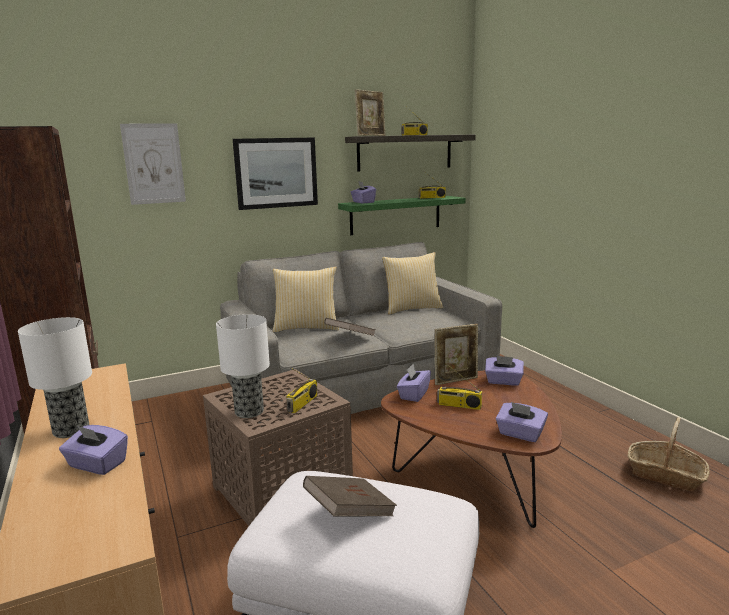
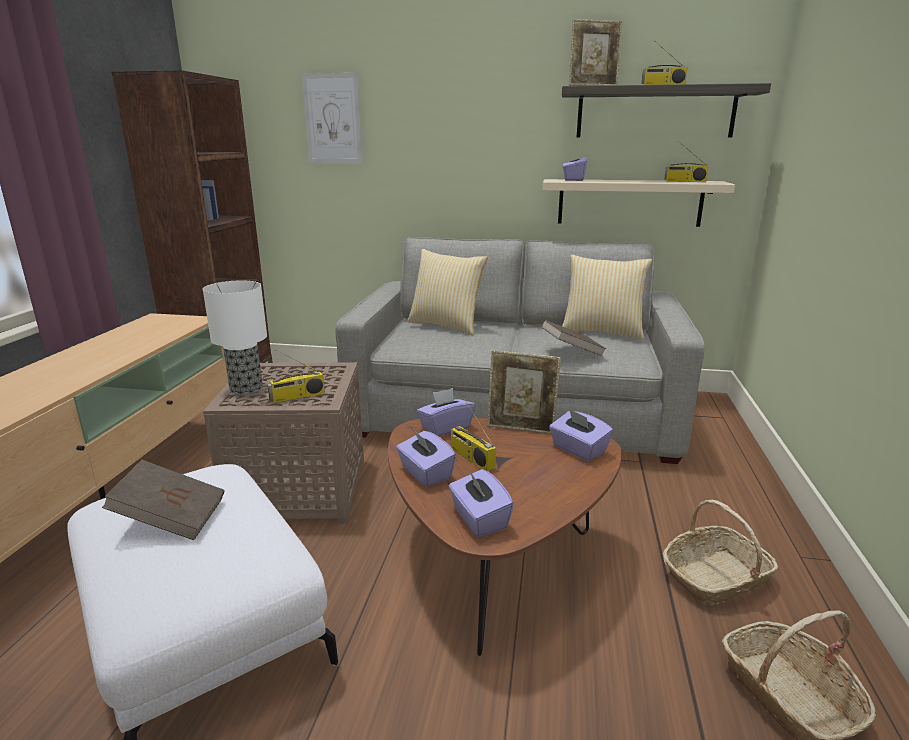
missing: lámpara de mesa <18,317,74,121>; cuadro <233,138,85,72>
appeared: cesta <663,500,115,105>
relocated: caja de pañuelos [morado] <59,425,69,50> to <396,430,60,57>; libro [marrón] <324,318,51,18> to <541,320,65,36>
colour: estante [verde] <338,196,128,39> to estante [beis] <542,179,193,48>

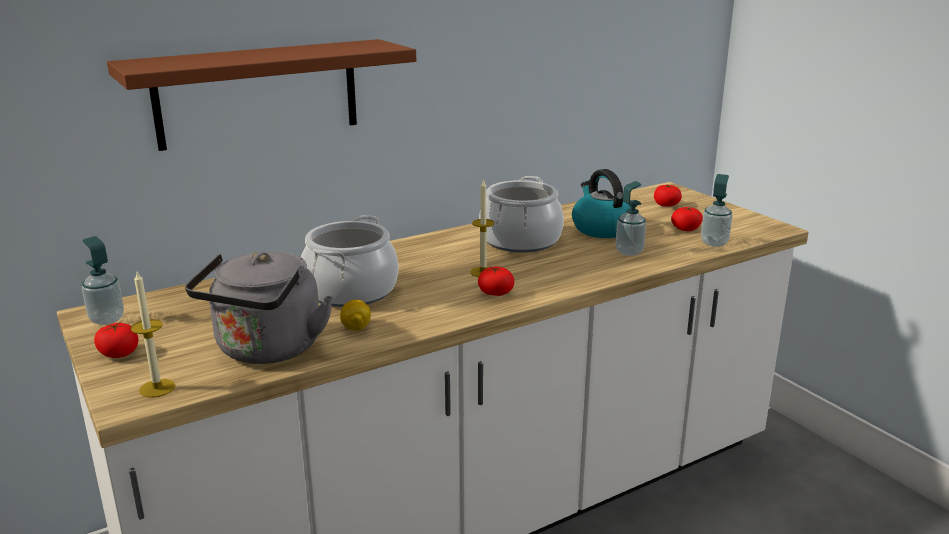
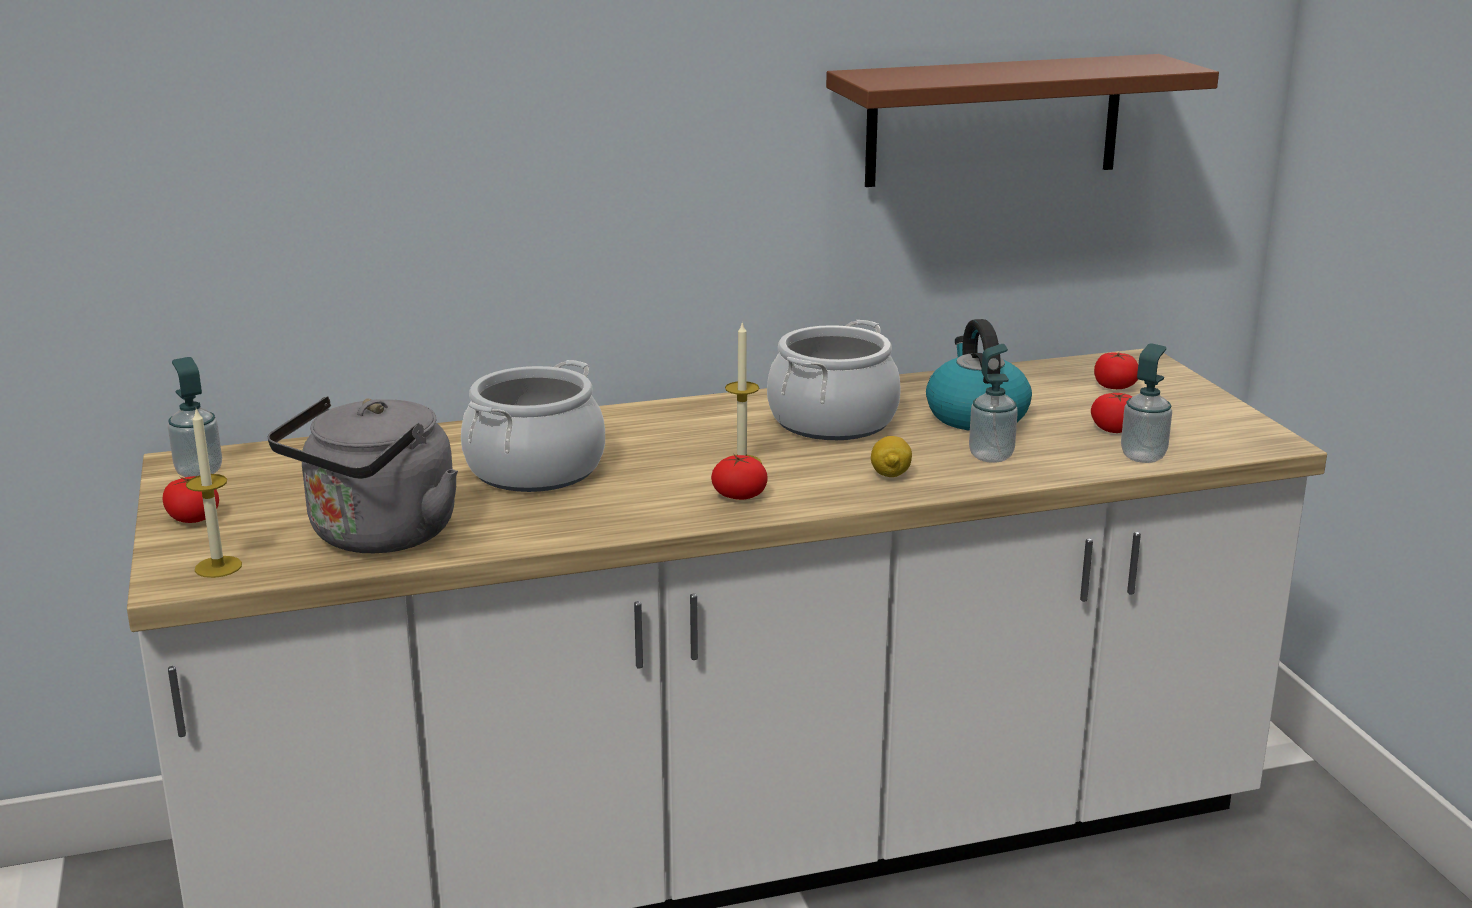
relocated: estante [marrón] <107,39,309,112> to <826,54,393,133>; limón <340,300,31,31> to <871,436,41,41>

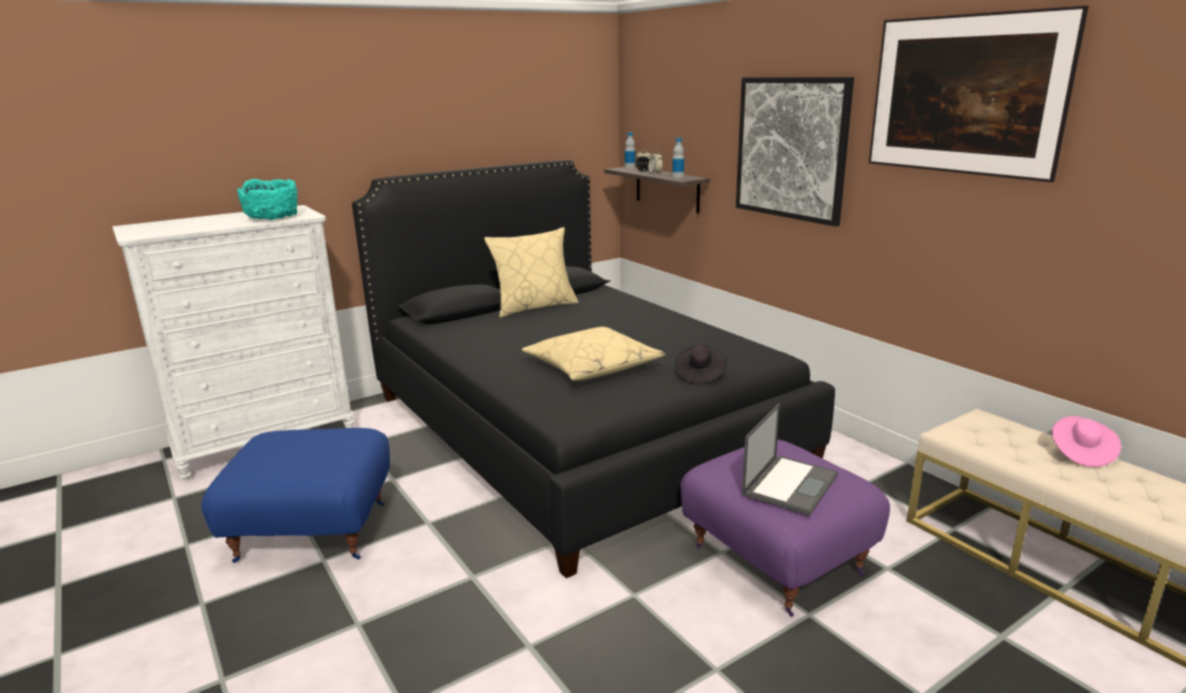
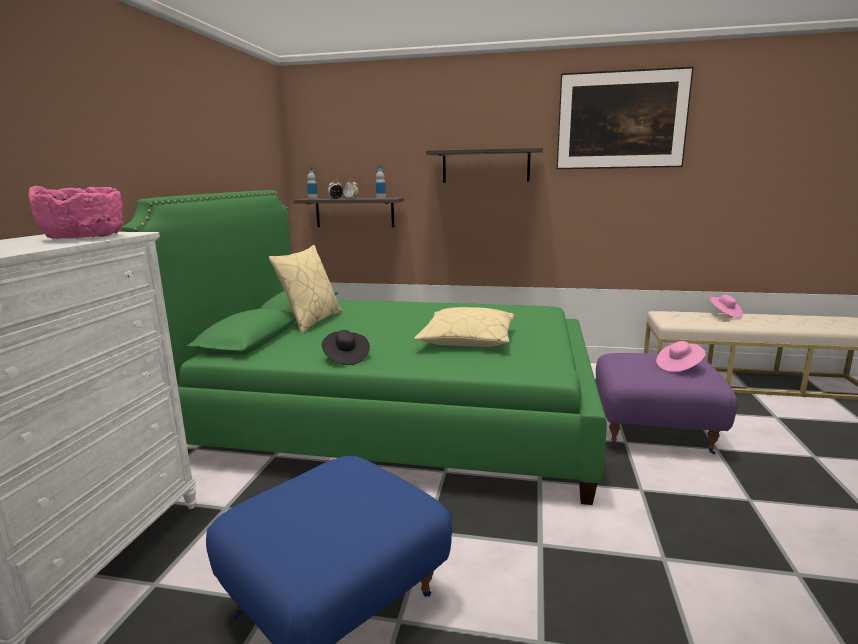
relocated: sombrero [negro] <675,345,52,39> to <322,330,48,35>
exchanged: cuadro <736,77,118,150> to estante <426,147,117,36>; portátil <742,404,96,112> to sombrero [rosa] <656,341,50,31>
colour: cuenco [turquesa] <237,179,61,41> to cuenco [rosa] <28,186,95,53>; cama [negro] <352,160,483,418> to cama [verde] <121,190,486,315>

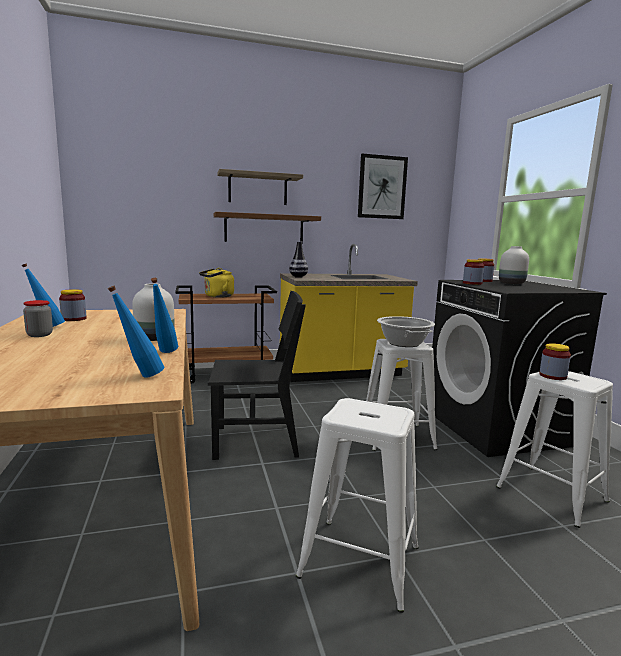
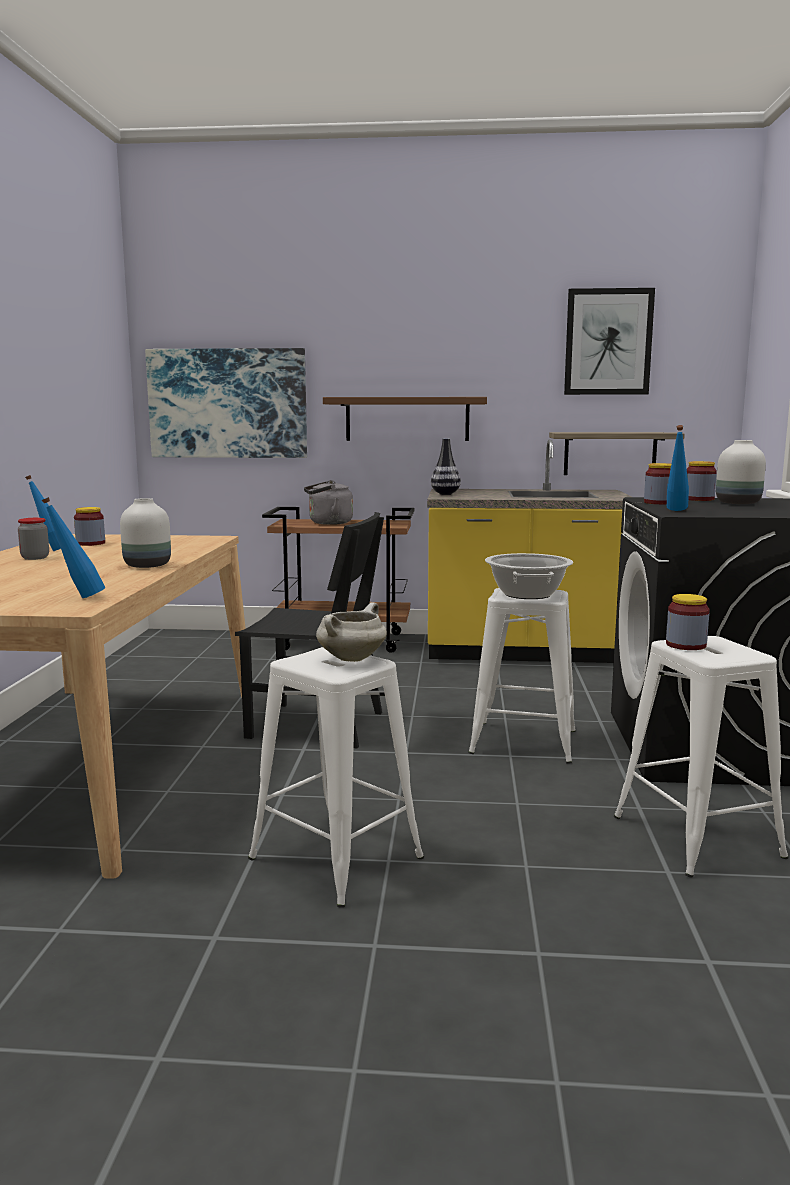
appeared: cuadro <145,348,162,110>; olla [blanco] <316,603,71,59>
relocated: botella [azul] <151,278,27,75> to <667,425,22,86>; estante <218,169,85,36> to <549,432,136,43>
colour: hervidor [amarillo] <199,268,35,30> to hervidor [gris] <304,480,49,45>

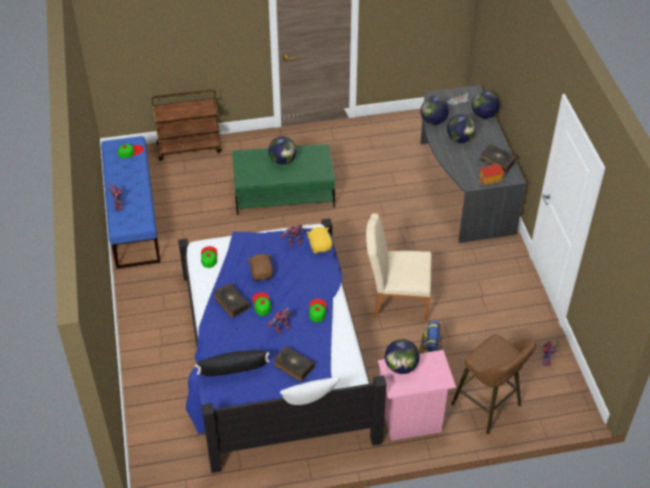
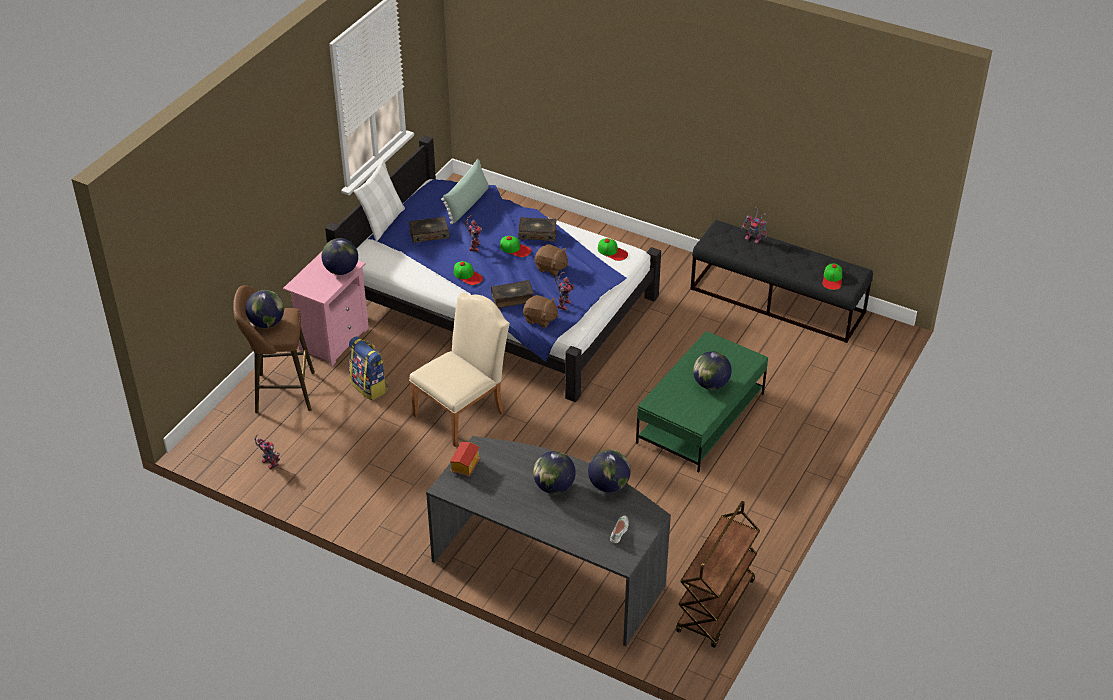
relocated: carrito [marrón] <152,89,70,72> to <676,501,84,147>; globo terráqueo <472,91,28,28> to <245,290,39,38>; libro <480,144,36,29> to <491,280,43,28>
colour: banco [azul] <101,136,59,133> to banco [negro] <690,220,183,123>; cojín [negro] <195,350,74,26> to cojín [verde] <441,159,48,65>; peluche [amarillo] <307,227,26,27> to peluche [marrón] <523,295,36,33>

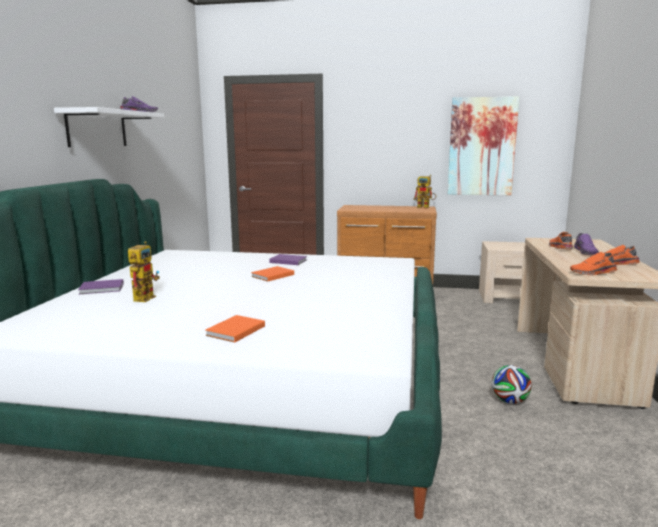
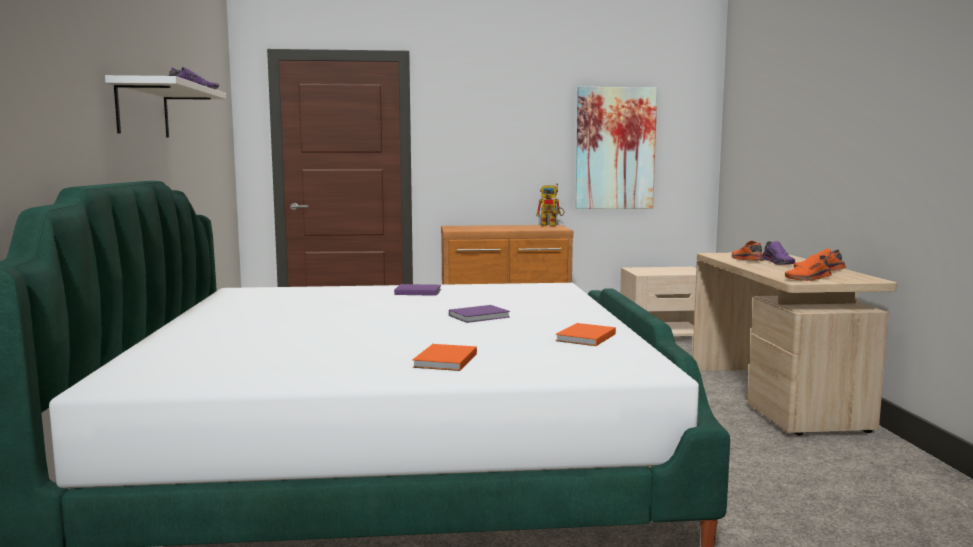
missing: robot de juguete <128,241,32,61>; balón de fútbol <492,365,40,39>
relocated: libro [morado] <78,279,46,15> to <449,305,61,18>; libro [naranja] <251,266,43,15> to <555,323,61,23>

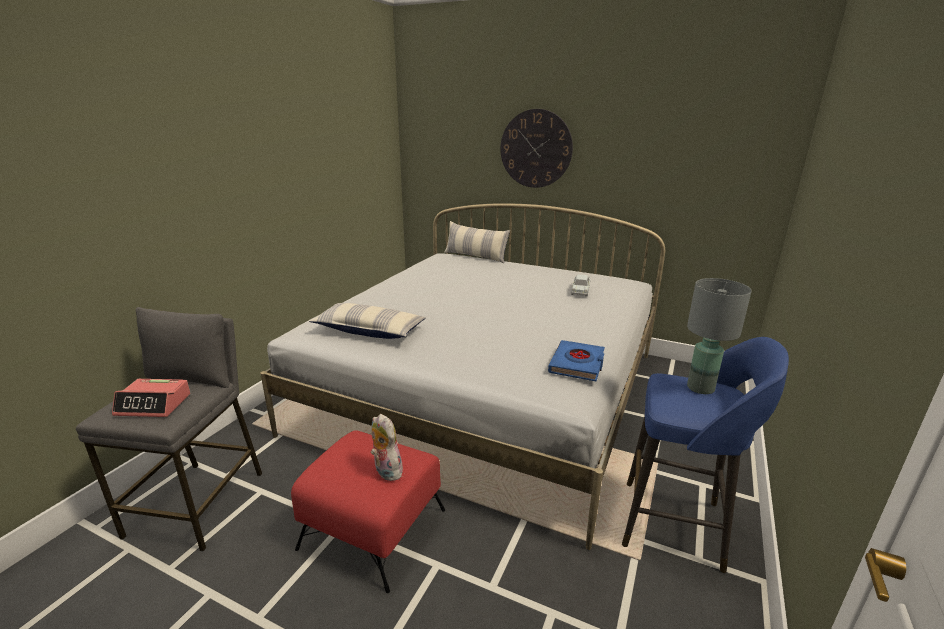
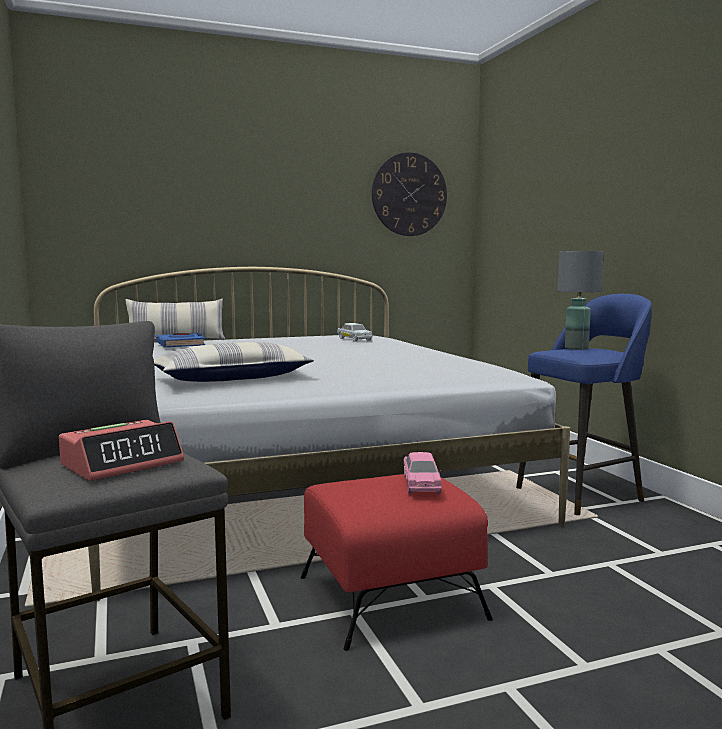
relocated: reloj de pared <500,109,73,79> to <372,152,75,84>; libro [azul] <548,340,57,41> to <156,333,50,14>
exchanged: peluche <371,414,32,67> to coche de juguete [rosa] <404,452,37,42>

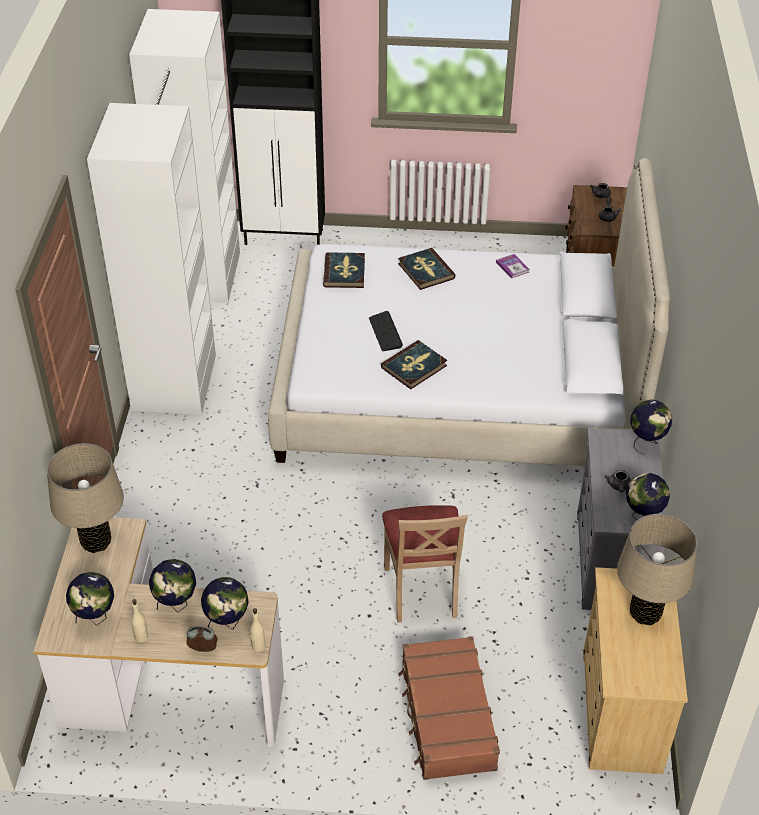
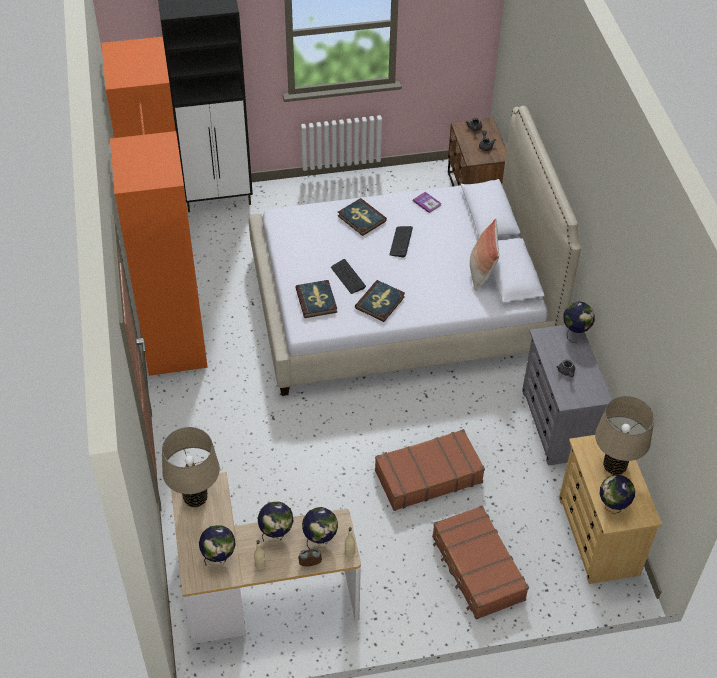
appeared: teclado <389,226,24,32>; cojín <470,218,29,73>
relocated: libro <323,252,42,36> to <295,280,42,38>; globo terráqueo <626,473,44,47> to <600,475,35,39>
exchanged: silla [beis] <382,505,86,118> to maleta [marrón] <375,429,110,82>
colour: armario ropero [blanco] <87,9,153,406> to armario ropero [naranja] <102,37,106,339>

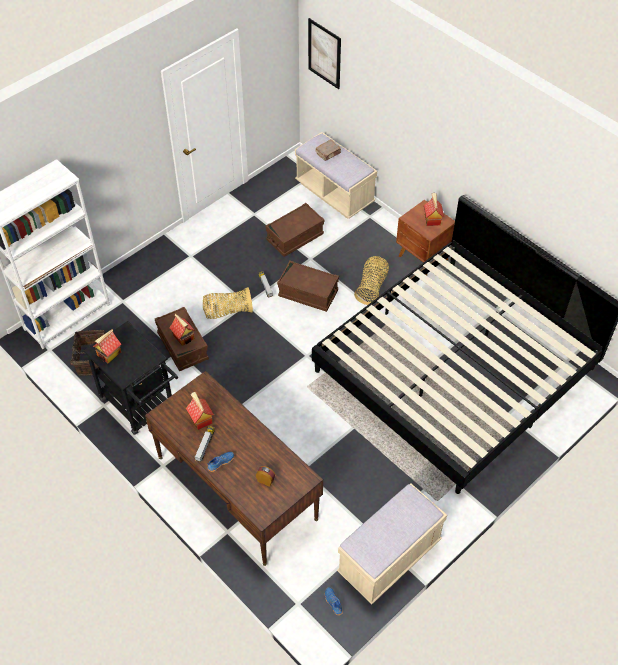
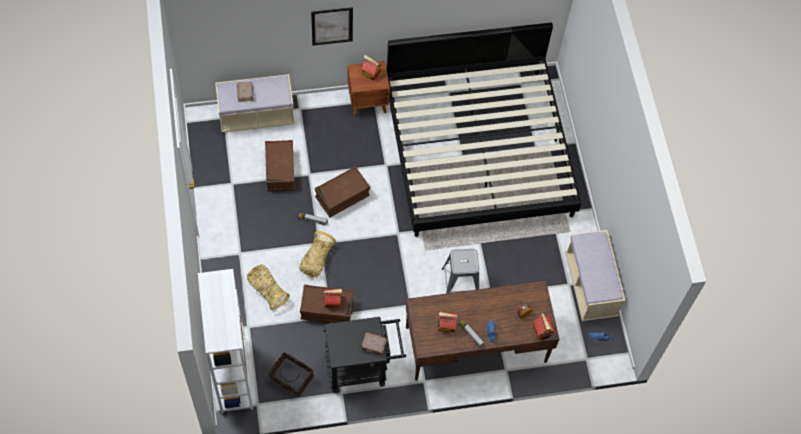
appeared: libro [marrón] <361,333,26,22>; taburete [gris] <442,249,37,45>
relocated: casita <93,329,29,35> to <533,313,22,27>; cuadro <308,18,33,71> to <311,7,42,39>; cesta <354,256,35,49> to <247,264,43,46>

